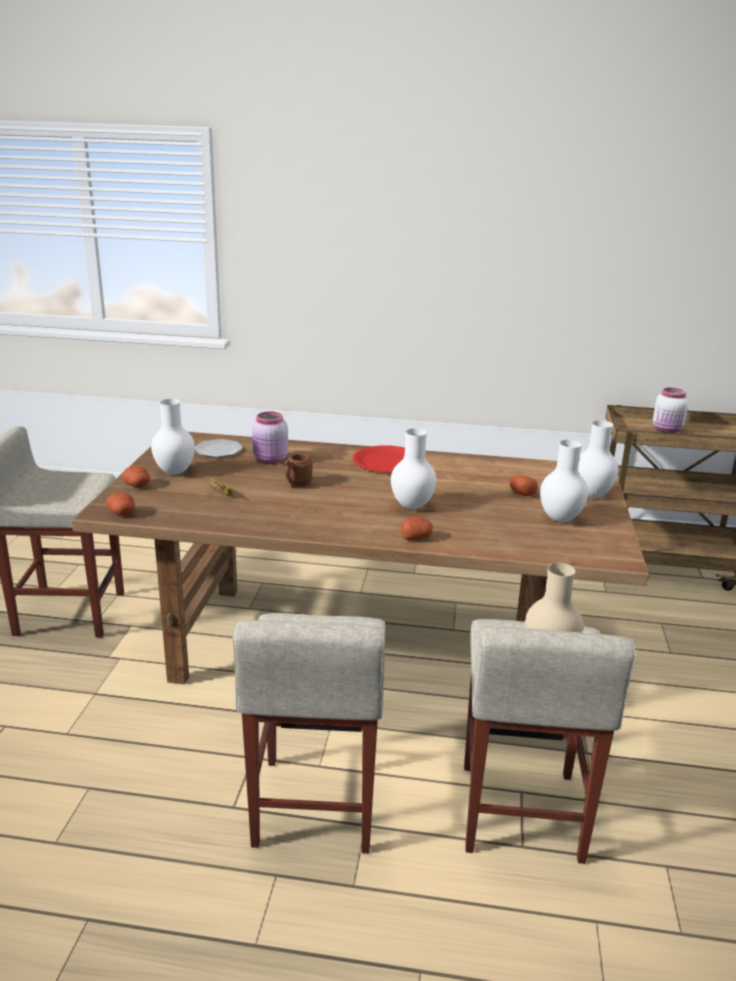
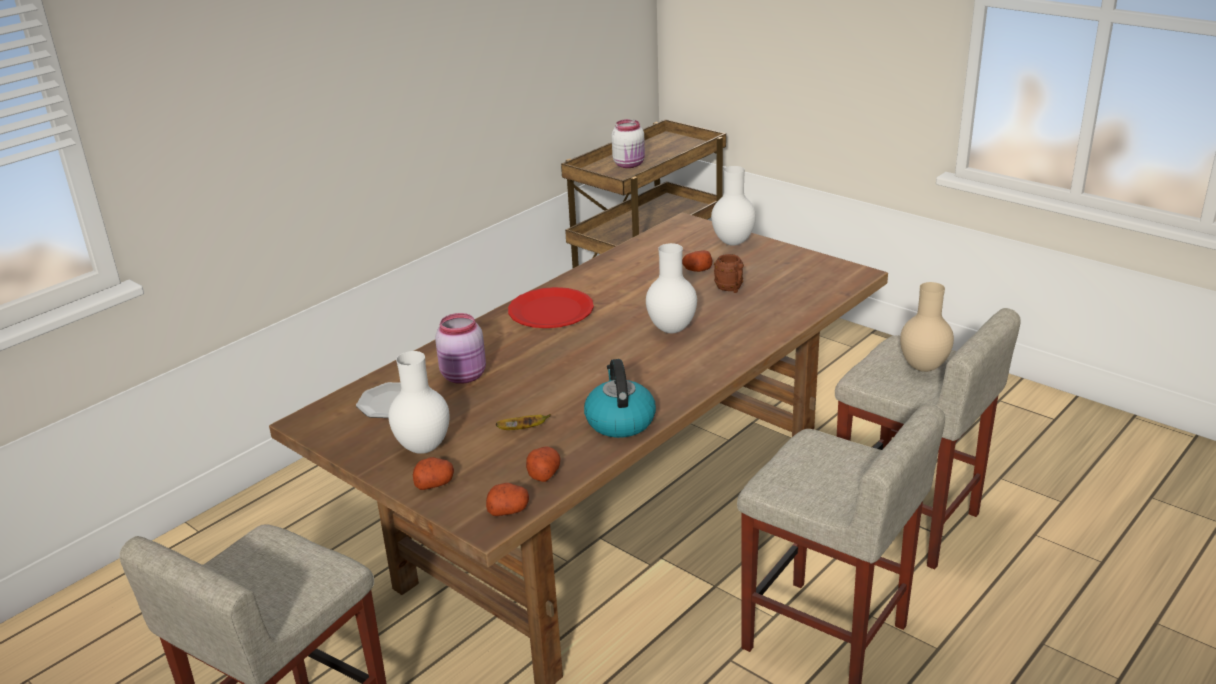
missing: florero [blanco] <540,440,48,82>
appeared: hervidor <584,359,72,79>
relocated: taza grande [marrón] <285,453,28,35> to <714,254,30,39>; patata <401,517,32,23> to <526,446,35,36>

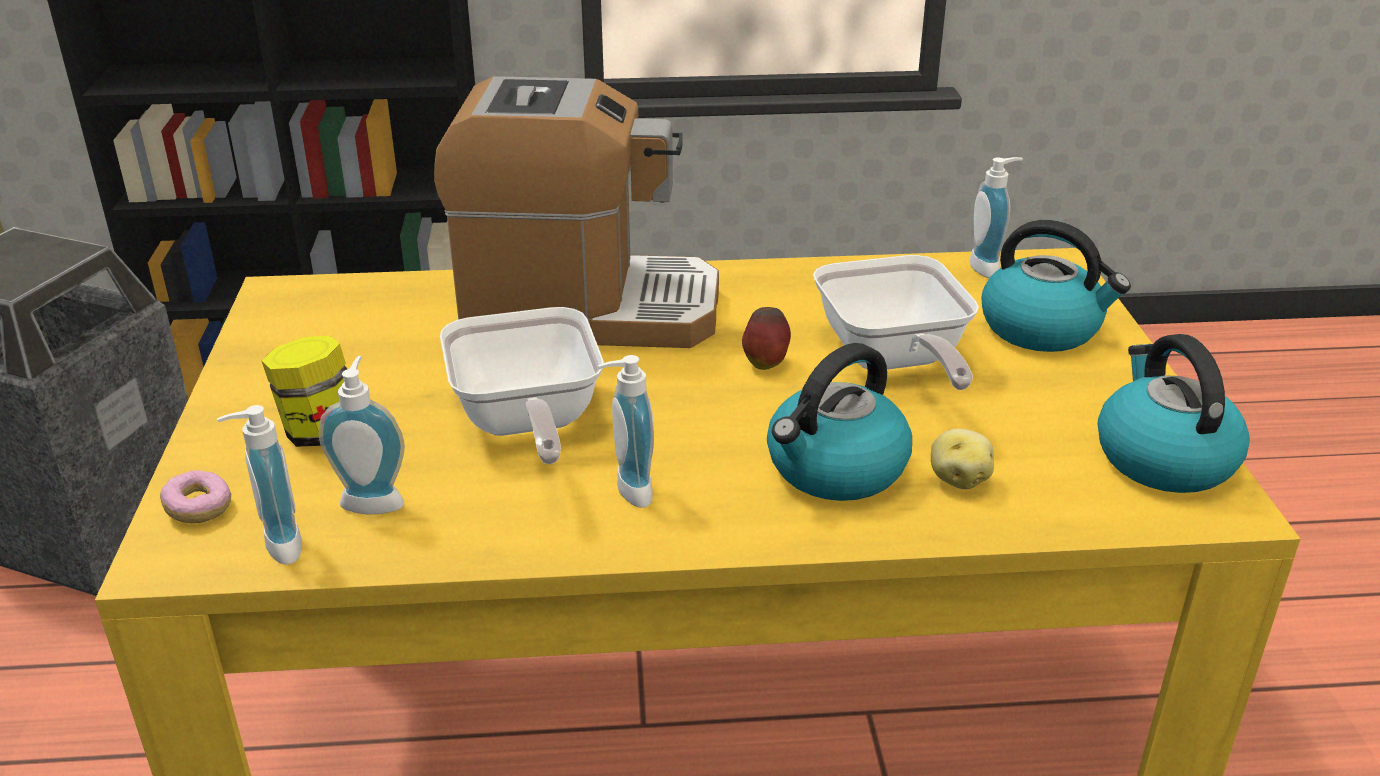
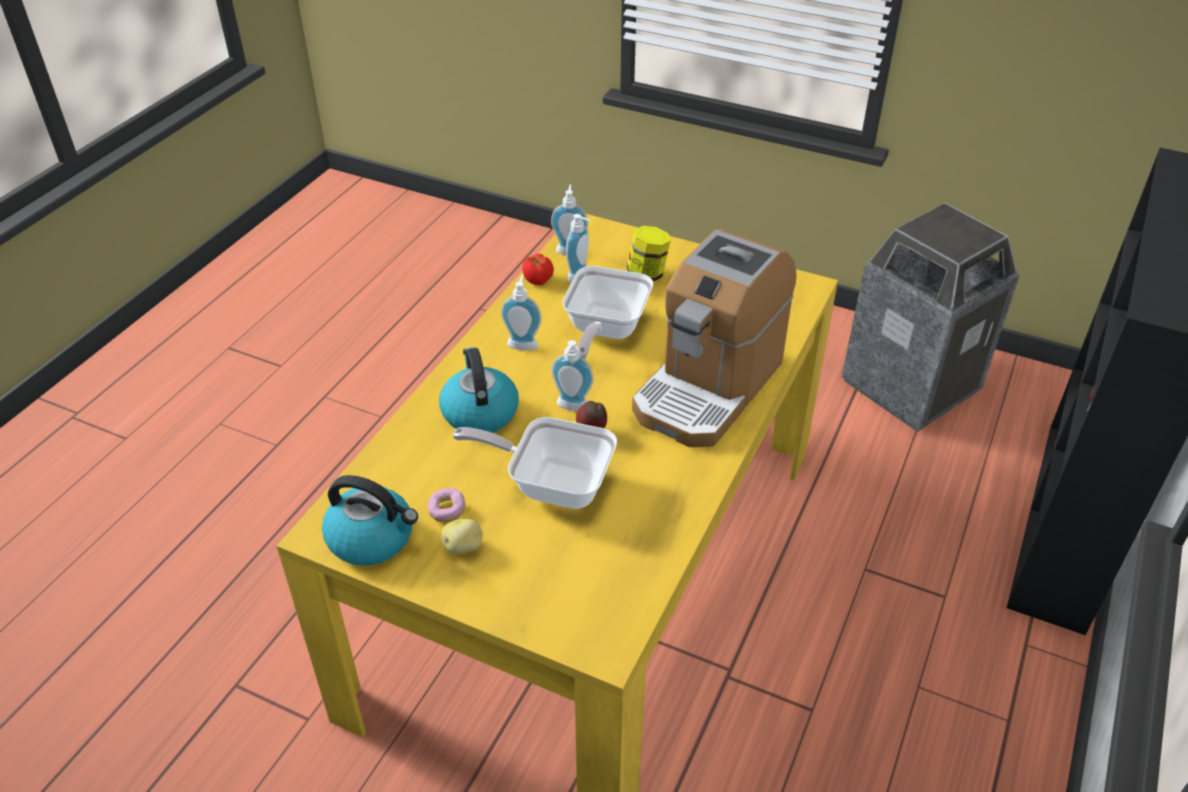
missing: hervidor <982,220,149,132>
appeared: tomate <522,253,32,32>
relocated: rosquilla <160,470,71,53> to <428,488,37,34>; patata <931,428,63,61> to <441,519,42,35>; dispensador de jabón <970,157,53,121> to <551,340,43,71>
spun: sartén <440,307,164,157> = <562,266,91,93> 90 degrees counterclockwise

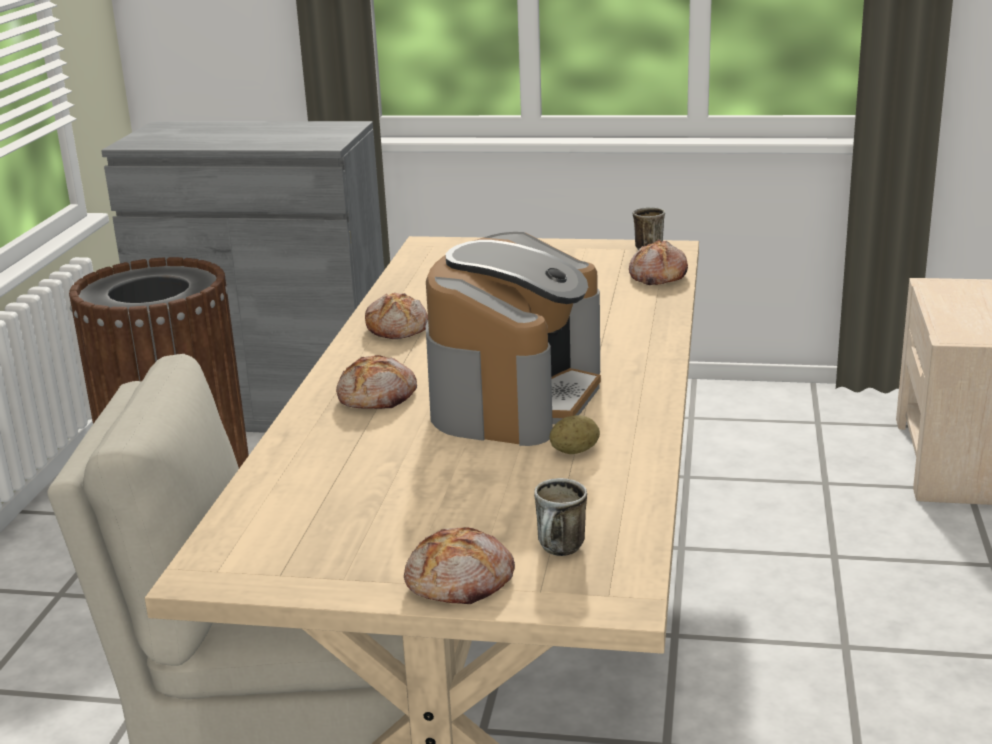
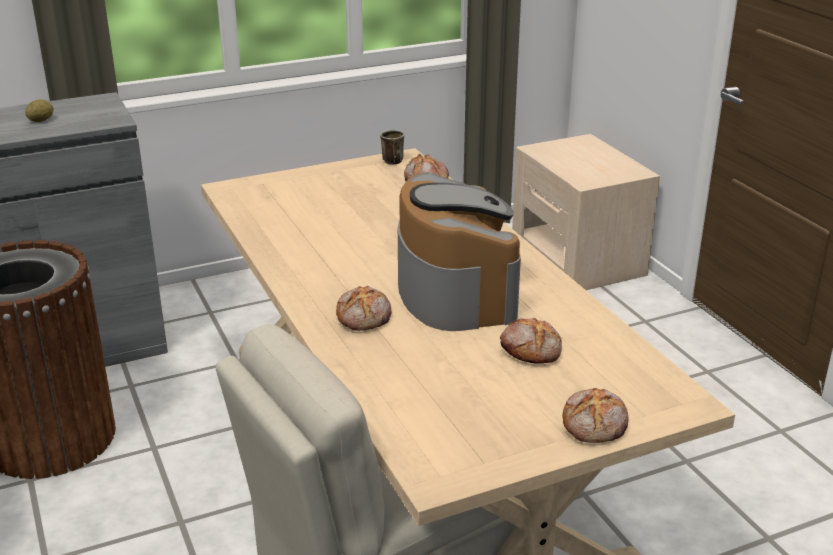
missing: taza grande <534,478,53,78>
relocated: pan <365,293,63,46> to <500,317,62,47>; patata <550,415,50,39> to <25,99,29,23>

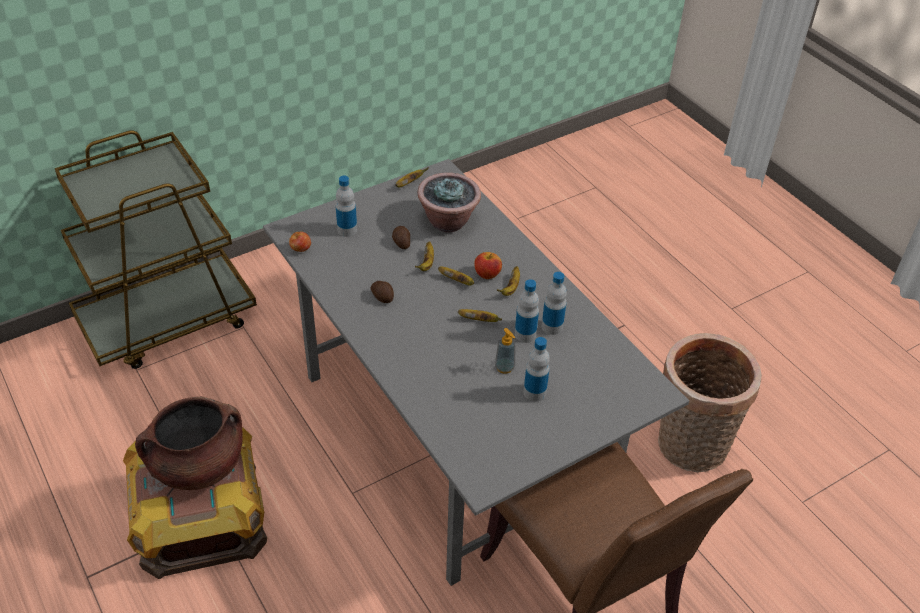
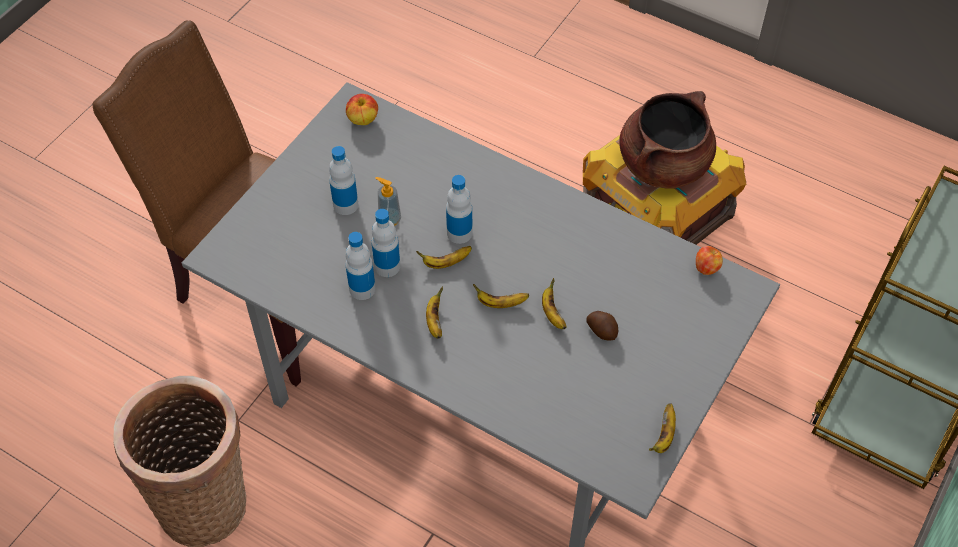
missing: patata <371,281,23,22>; planta en maceta <417,173,64,60>
relocated: botella <336,176,21,61> to <446,175,26,69>; manzana <474,252,28,27> to <346,94,32,31>

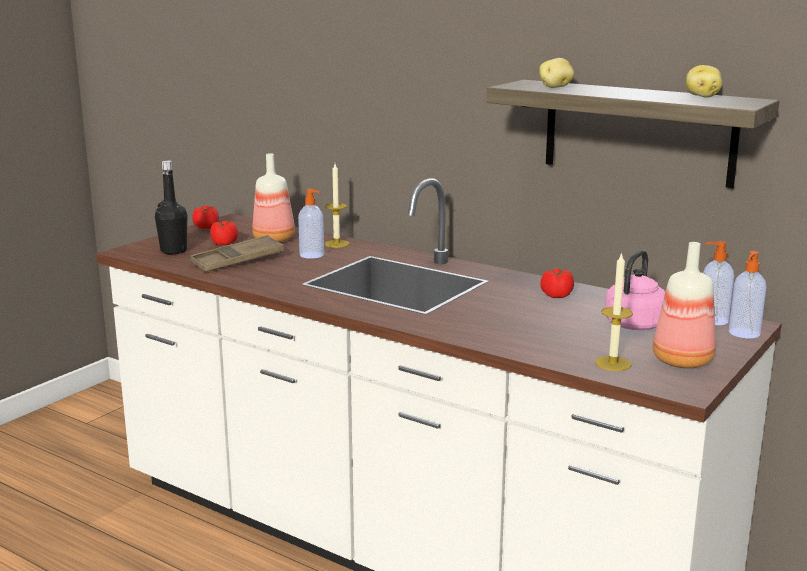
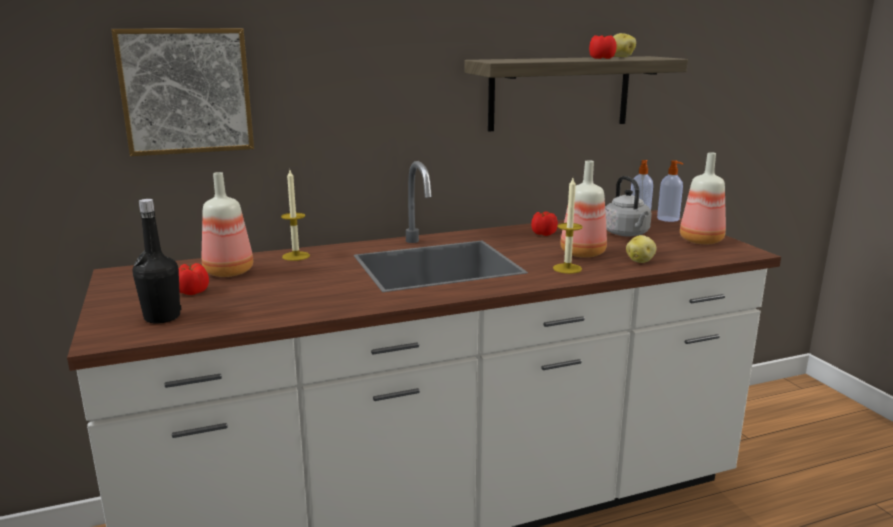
missing: bandeja [marrón] <190,235,94,37>; dispensador de jabón <298,189,26,70>
appeared: cuadro <111,28,143,128>; botella <560,160,47,98>
relocated: tomate <192,206,27,23> to <589,35,27,24>; patata <539,58,35,30> to <626,235,30,28>; vela <595,252,38,119> to <553,178,30,96>
colour: hervidor [rosa] <605,250,60,80> to hervidor [gris] <605,176,47,61>

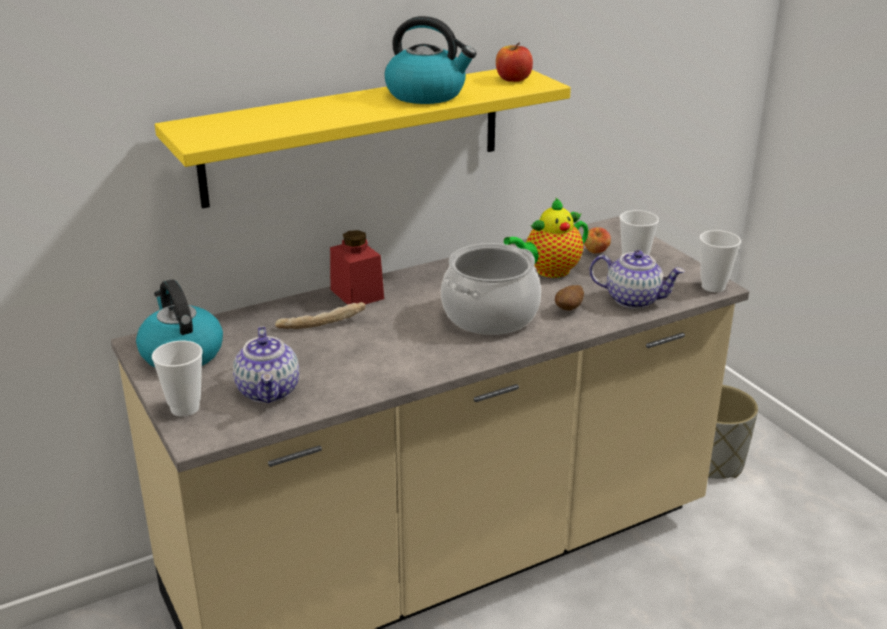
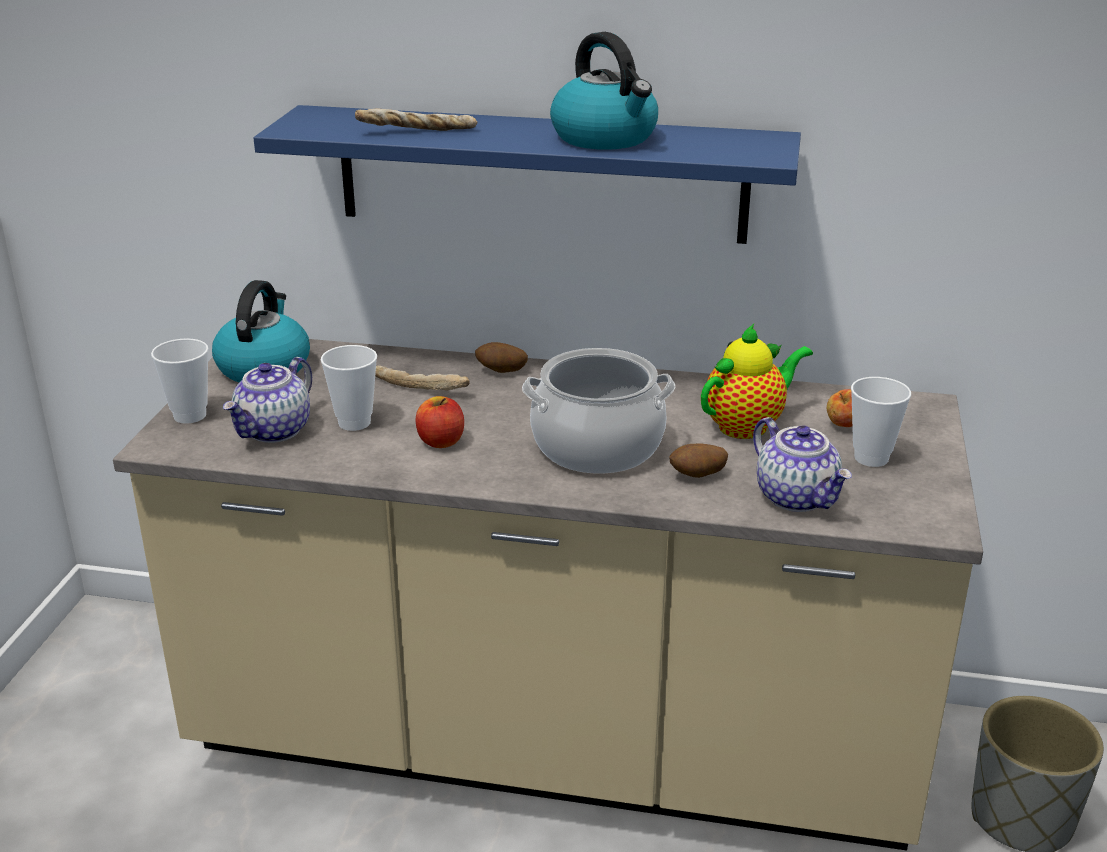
appeared: pan <355,108,122,23>
relocated: manzana <496,43,37,39> to <416,396,48,52>; taza <699,230,42,62> to <321,345,56,86>
exchanged: tarro [rojo] <330,230,54,75> to patata <475,342,53,31>
colour: estante [amarillo] <155,69,416,140> to estante [azul] <254,105,547,139>
spun: tetera <504,197,84,81> = <701,324,112,115> 135 degrees clockwise

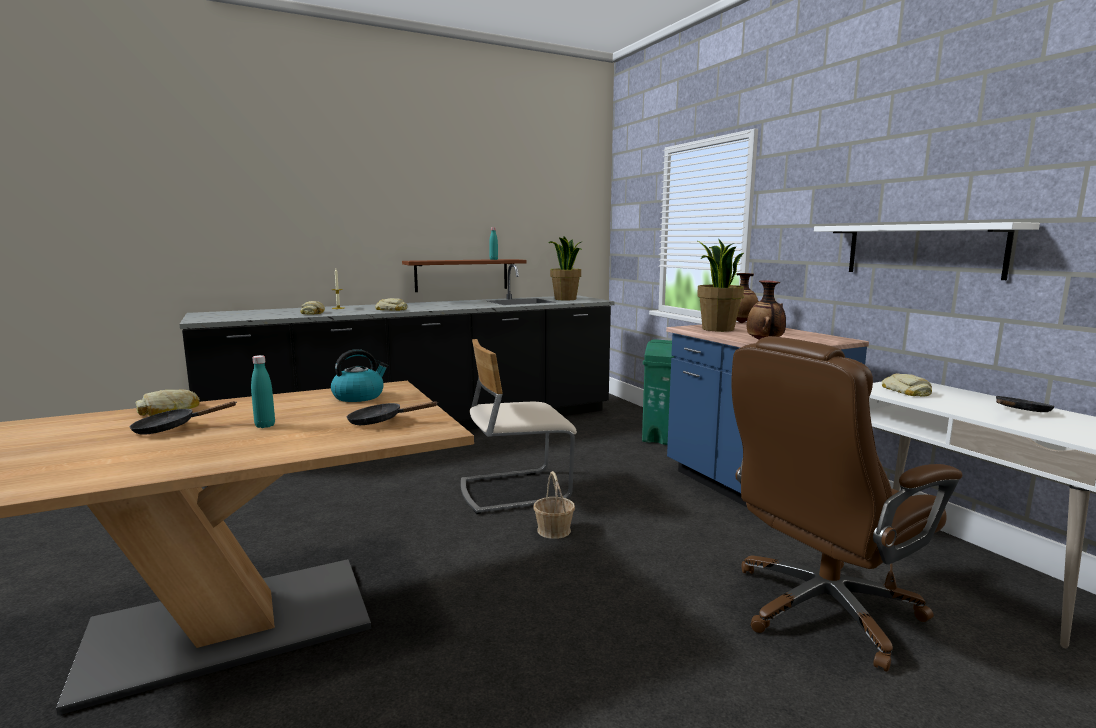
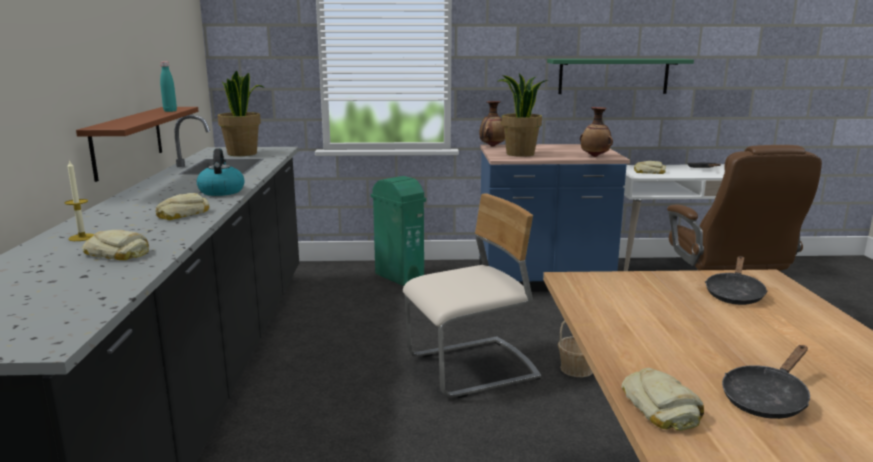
missing: botella [turquesa] <251,355,24,73>
relocated: hervidor <331,349,57,53> to <197,148,48,48>
colour: estante [blanco] <814,222,226,58> to estante [verde] <547,59,147,35>
spun: sartén [negro] <130,401,107,34> = <722,345,88,74> 45 degrees clockwise; silla [beis] <461,339,116,175> = <403,193,138,205> 120 degrees counterclockwise

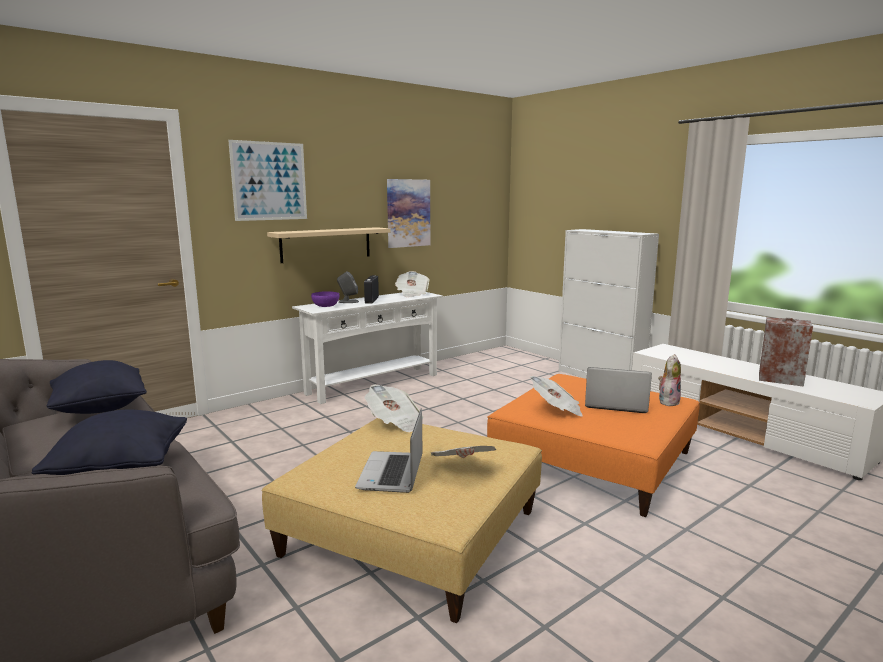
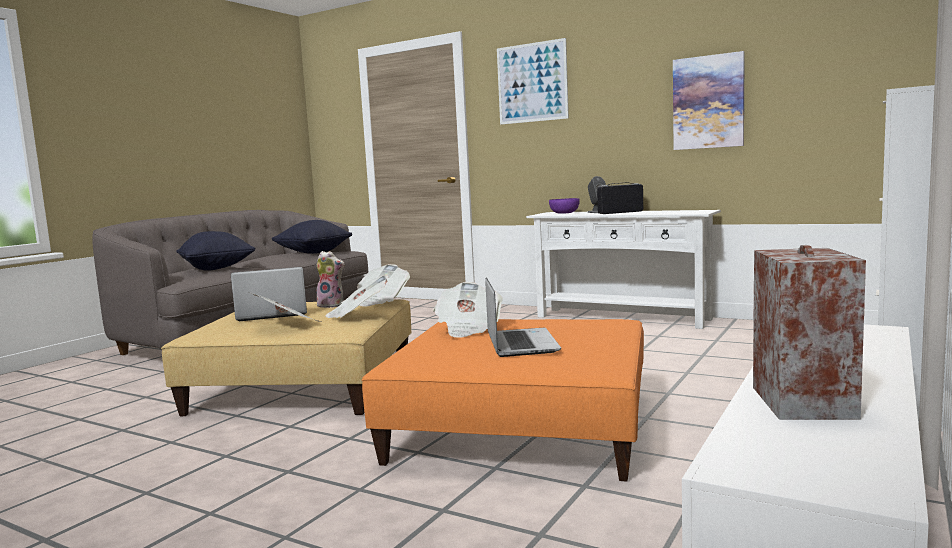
missing: estante [beis] <267,227,123,36>
relocated: periódico <395,271,35,26> to <325,275,64,43>; peluche <658,354,23,52> to <316,251,29,57>

